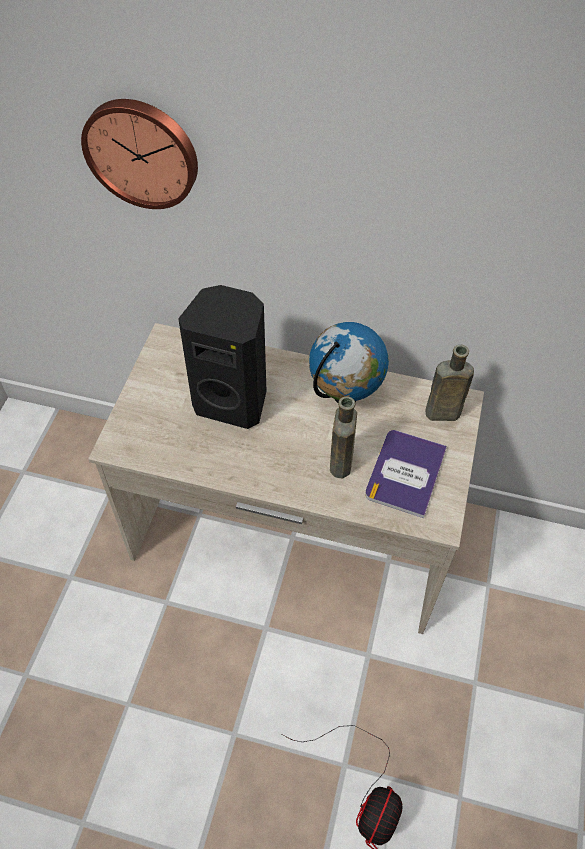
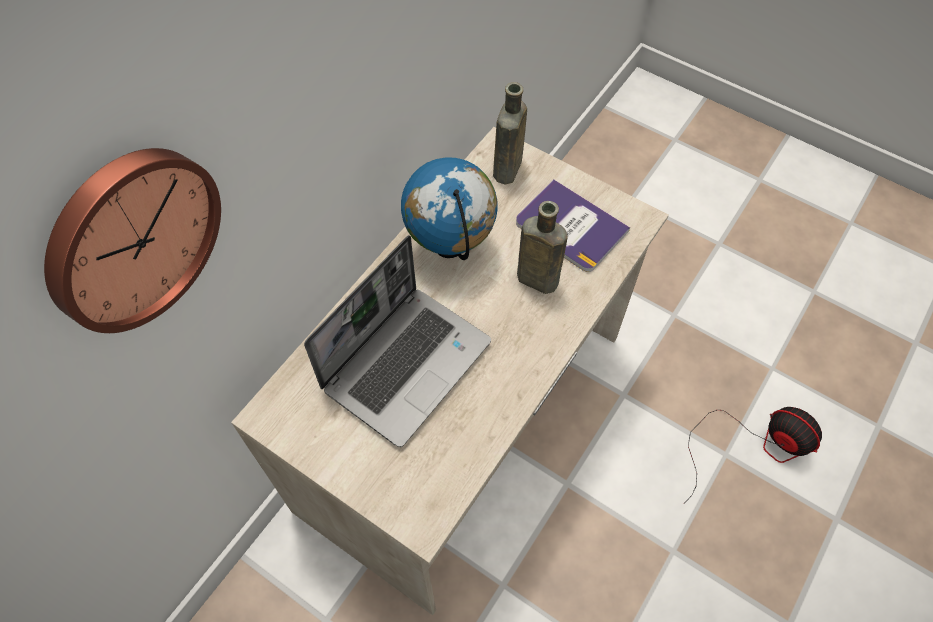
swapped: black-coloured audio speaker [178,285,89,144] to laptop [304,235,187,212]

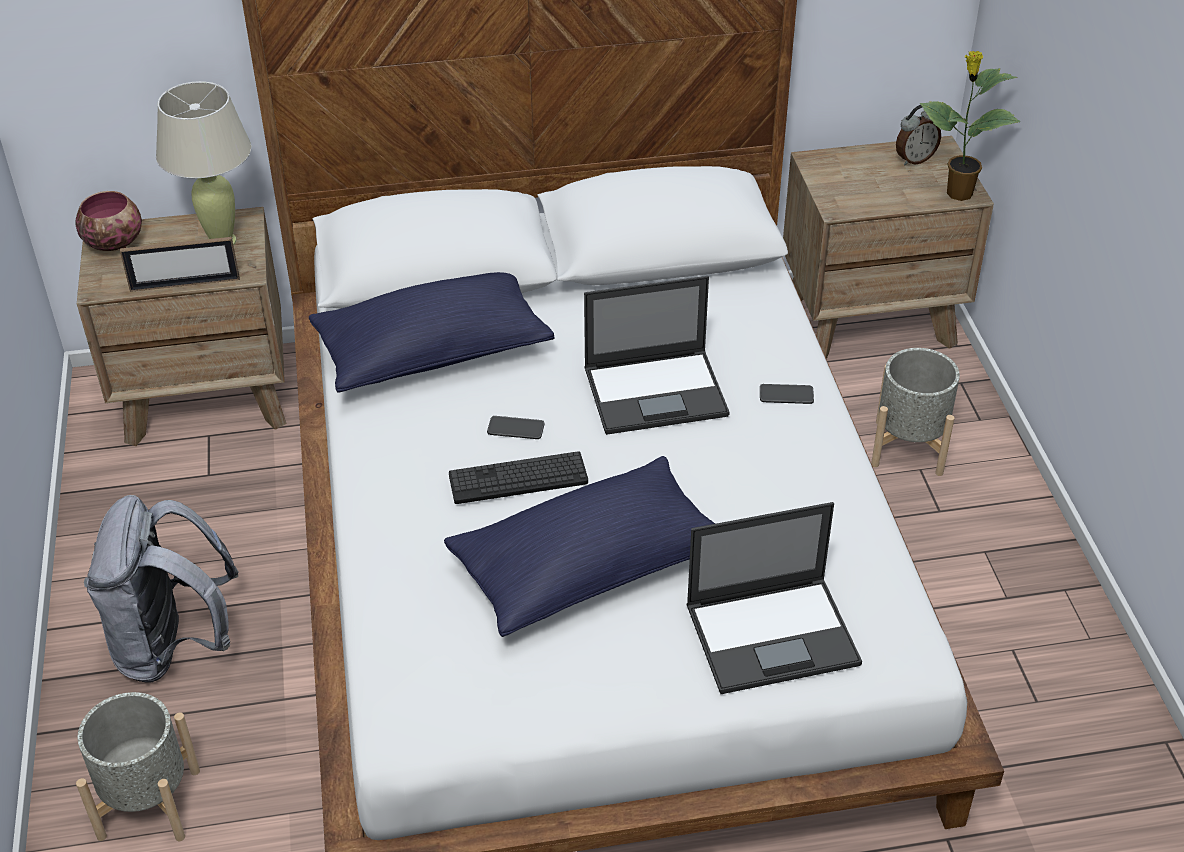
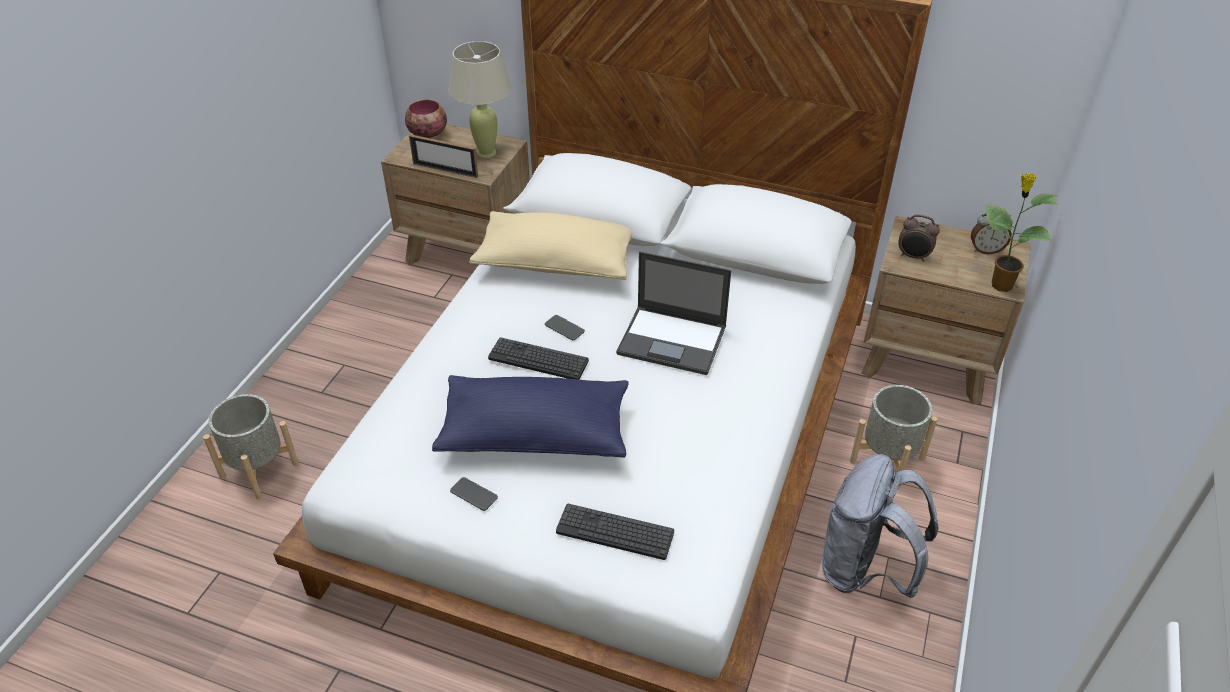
new: alarm clock [898,214,42,48]
shifted: greyish knapsack [84,495,155,188] to [822,454,116,144]; phone [760,384,54,20] to [450,477,48,34]
swapped: laptop [686,502,176,192] to computer keyboard [556,504,118,56]
repainted: blue-coloured pillow [309,272,245,121] to beige-coloured pillow [469,211,163,69]

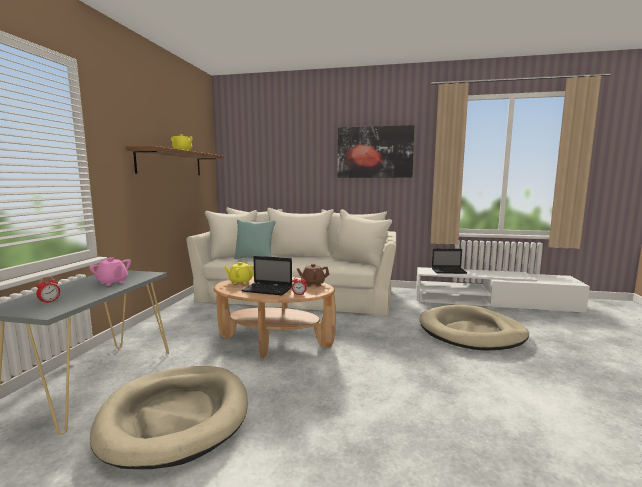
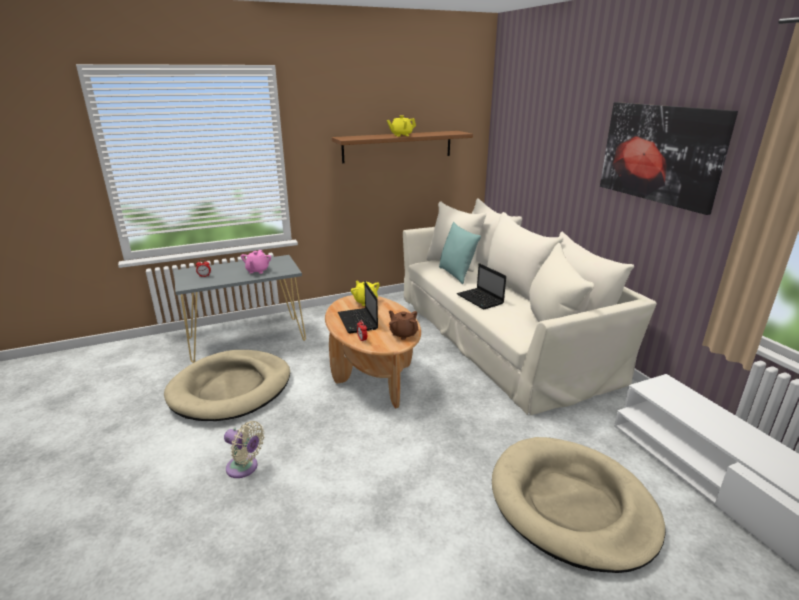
new: beige-coloured electric fan [224,421,40,57]
shifted: laptop [432,248,35,26] to [457,263,49,47]

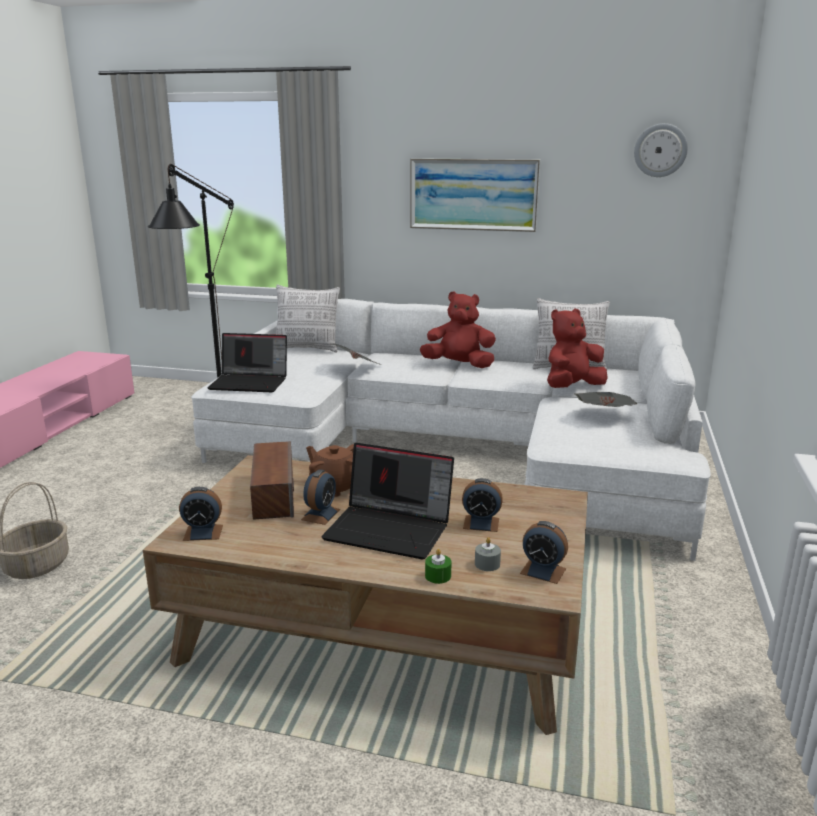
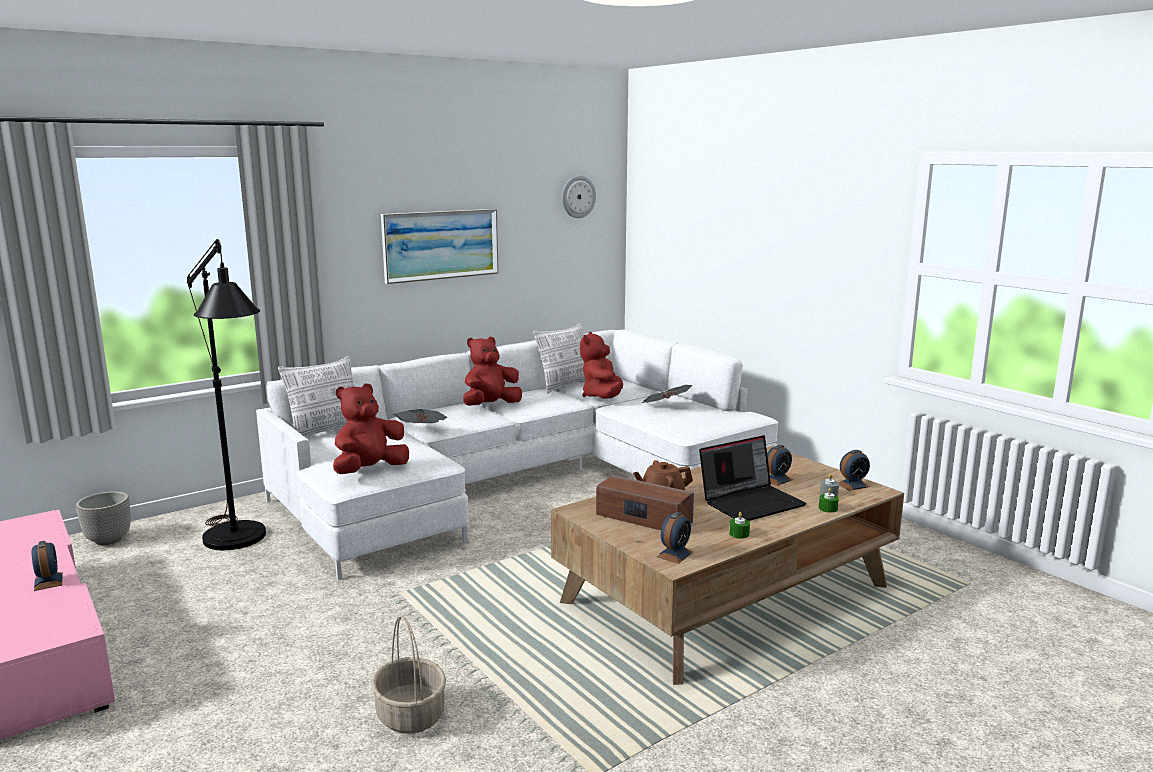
new: planter [76,491,55,54]; green-coloured wax candle [729,512,21,27]
shifted: alarm clock [301,469,39,56] to [32,541,31,50]
swapped: laptop [207,333,80,59] to red plush toy [333,384,76,90]

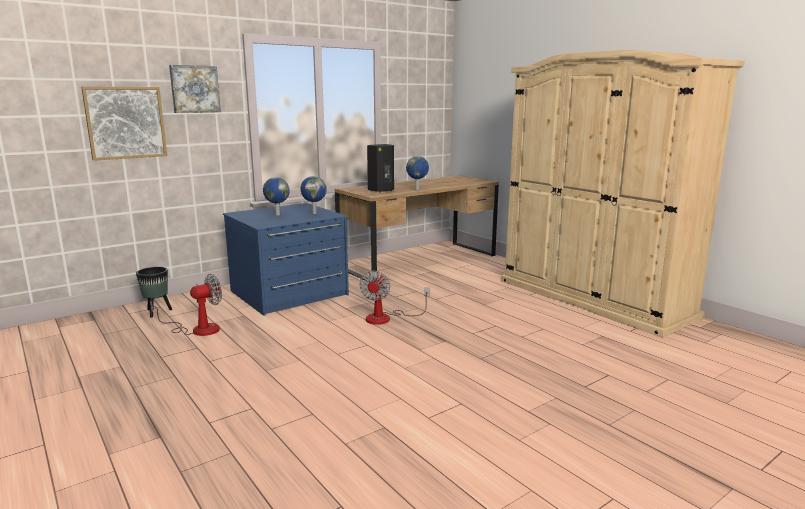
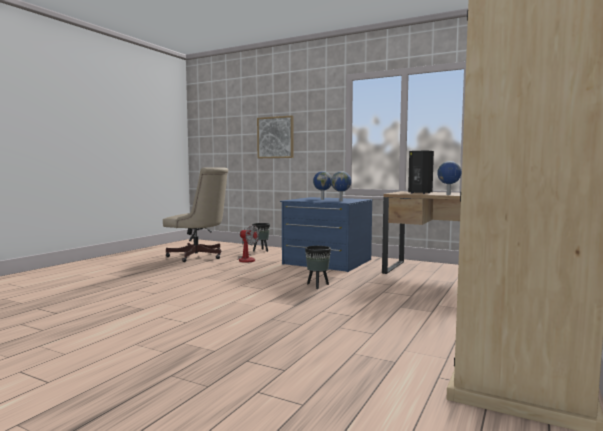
gone: picture [169,65,52,48]
new: beige-coloured office chair [163,167,65,95]
swapped: electric fan [359,271,71,54] to black-coloured planter [305,246,26,43]

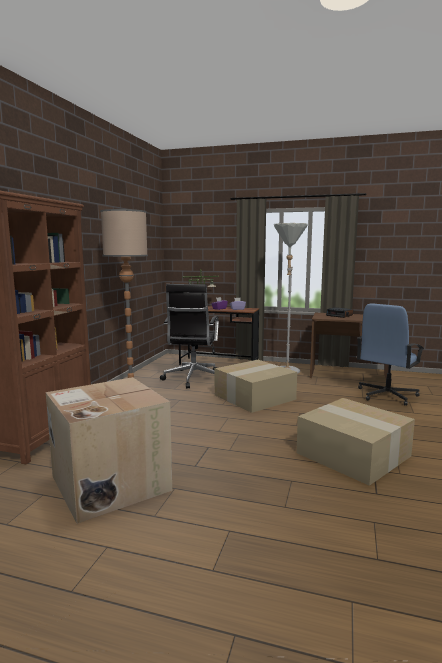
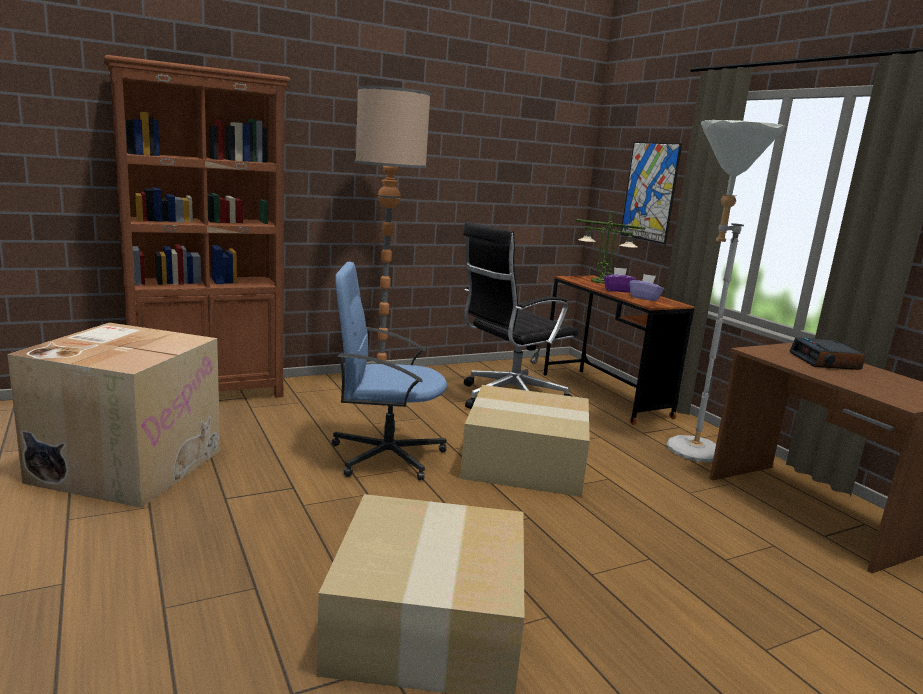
new: picture [621,142,61,102]
shifted: blue-coloured office chair [357,303,67,103] to [331,262,116,219]

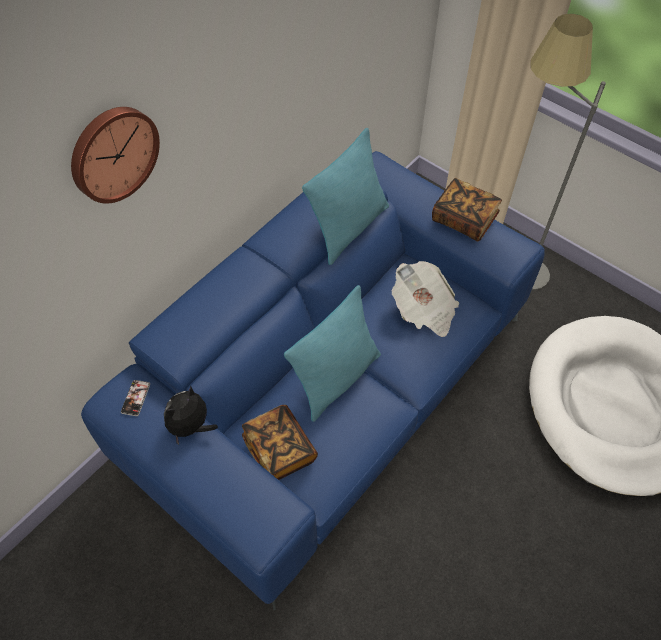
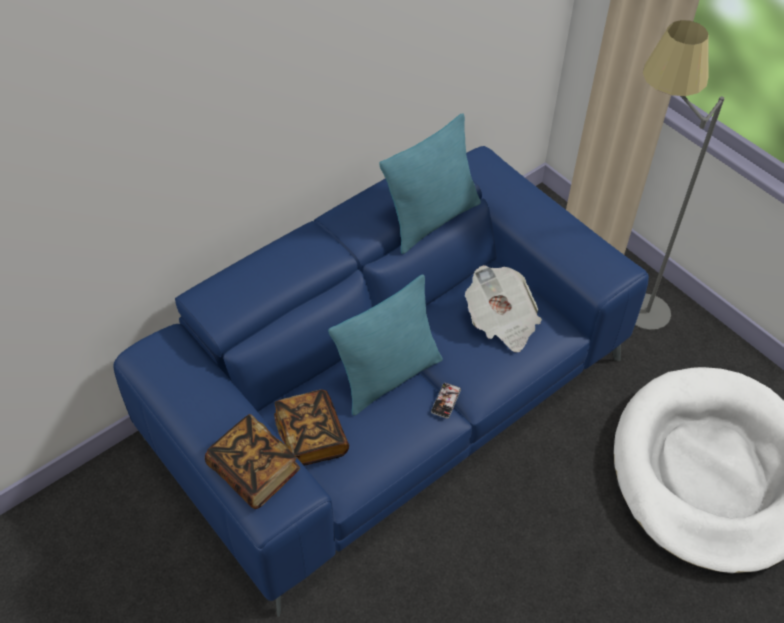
gone: hanging clock [71,107,89,97]; plush toy [164,386,54,59]
shifted: phone [121,380,29,36] to [431,383,30,36]; bound book [432,178,70,64] to [205,414,95,95]

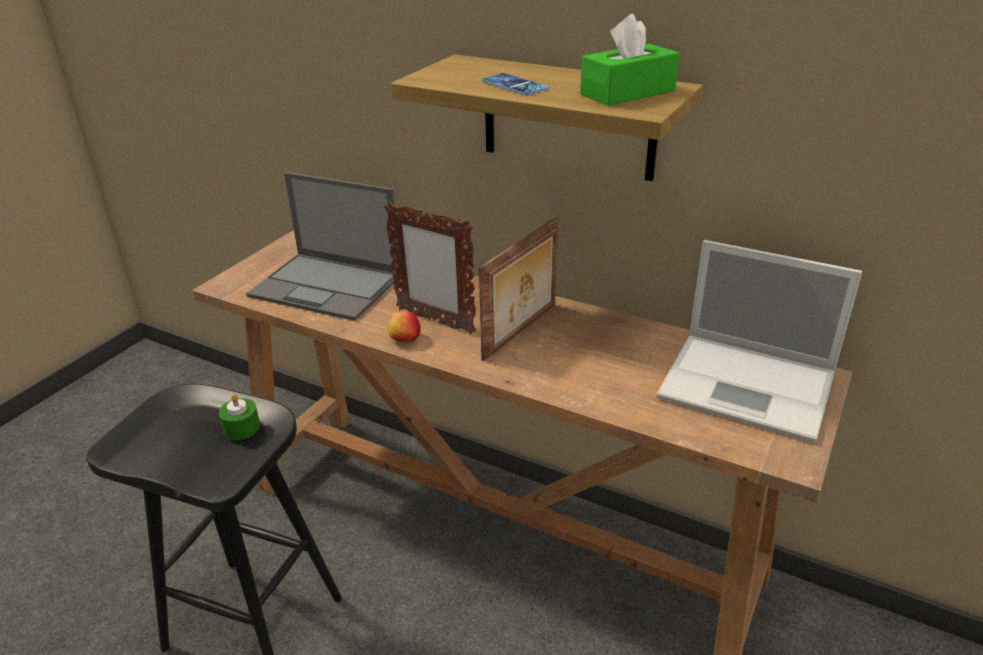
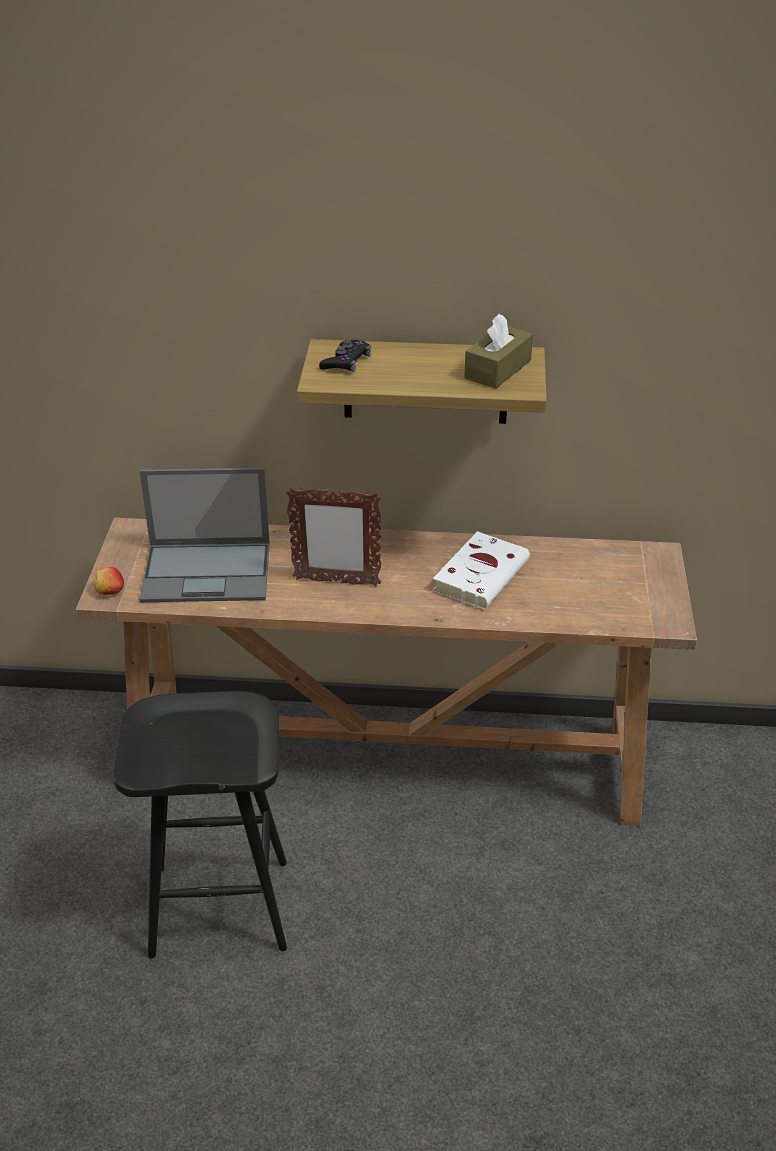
gone: green-coloured wax candle [219,394,41,46]; photo frame [478,217,80,144]; phone [482,73,67,22]; laptop [657,240,205,203]
new: black-coloured game controller [319,340,52,32]; whitish bound book [433,531,97,79]
shifted: apple [388,311,33,31] to [93,567,31,28]
repainted: green-coloured tissue box [580,14,99,92] to brownish tissue box [464,313,69,76]

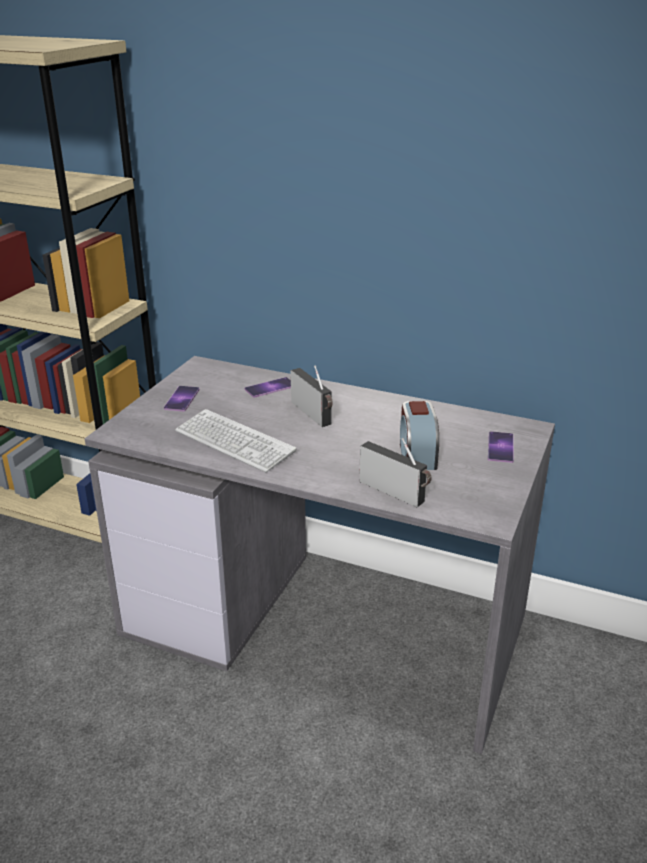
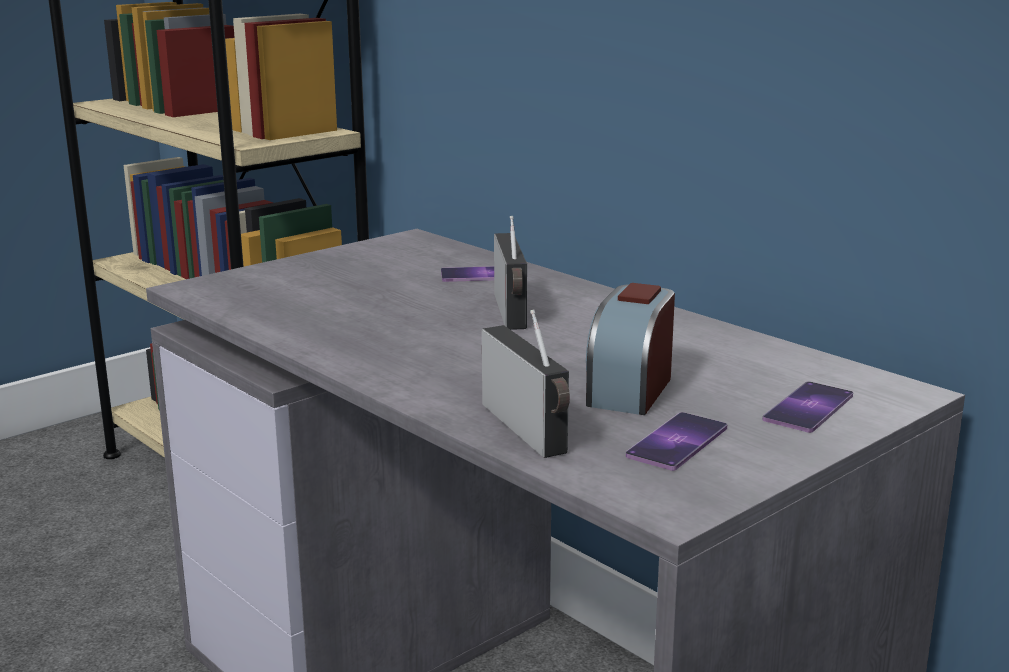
gone: computer keyboard [175,409,122,63]
shifted: phone [164,386,36,25] to [626,412,101,59]

